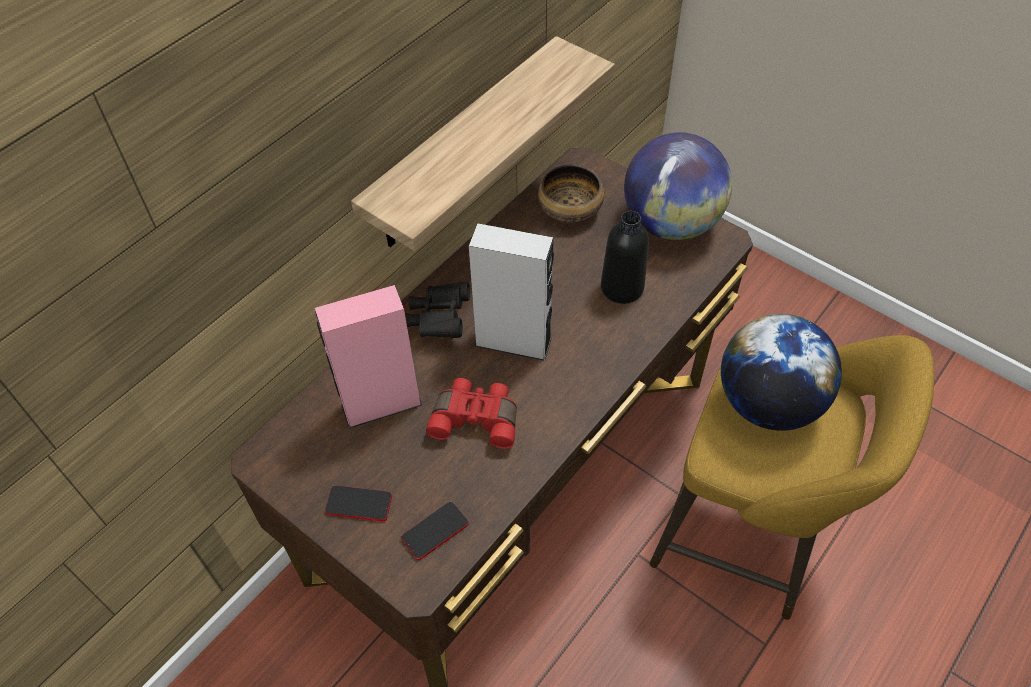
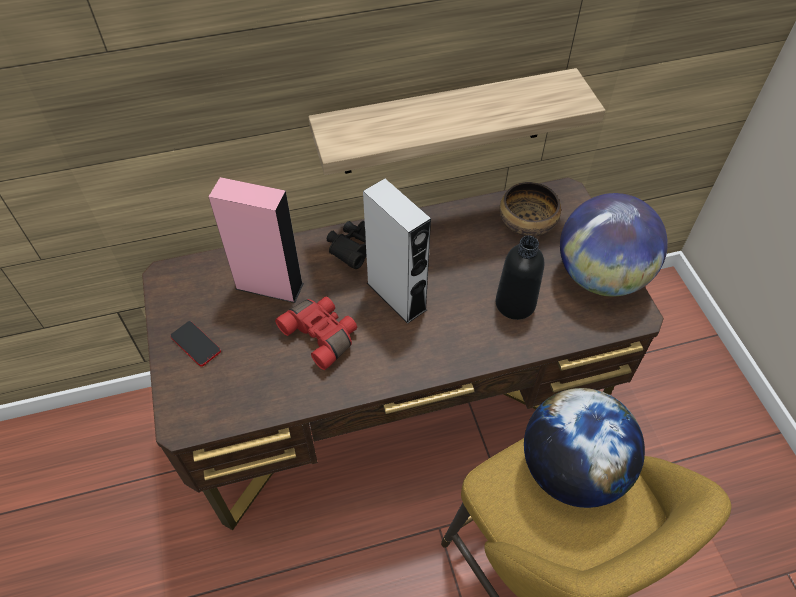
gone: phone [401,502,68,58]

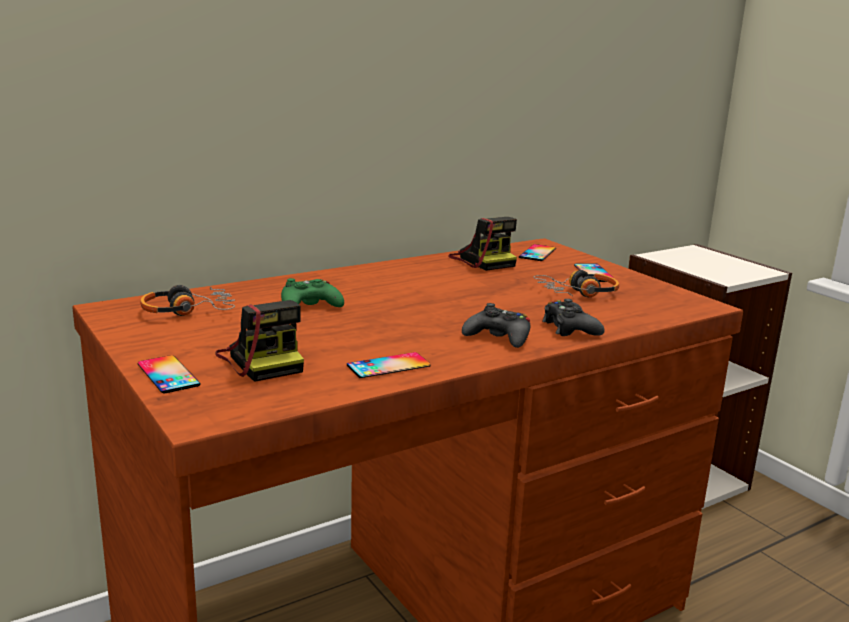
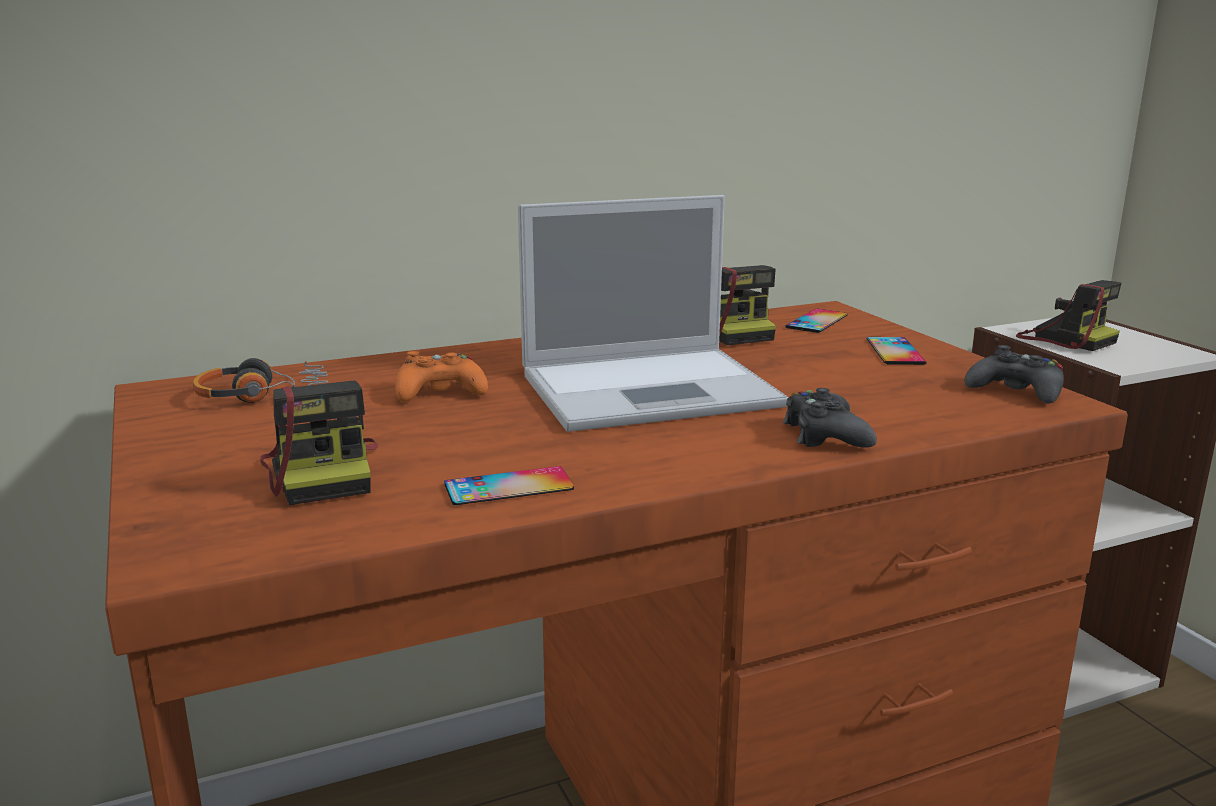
gone: phone [138,355,63,39]; headphones [534,270,85,27]
new: laptop [518,195,270,237]; photo camera [1016,280,105,71]
shifted: black-coloured game controller [462,303,68,45] to [965,345,99,59]
repainted: green-coloured game controller [281,278,63,29] to orange-coloured game controller [395,351,93,51]

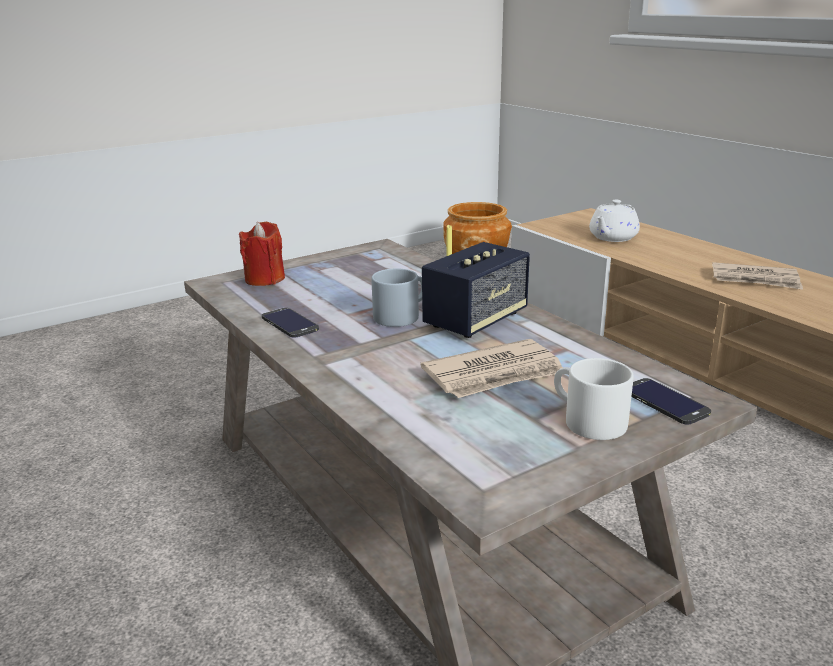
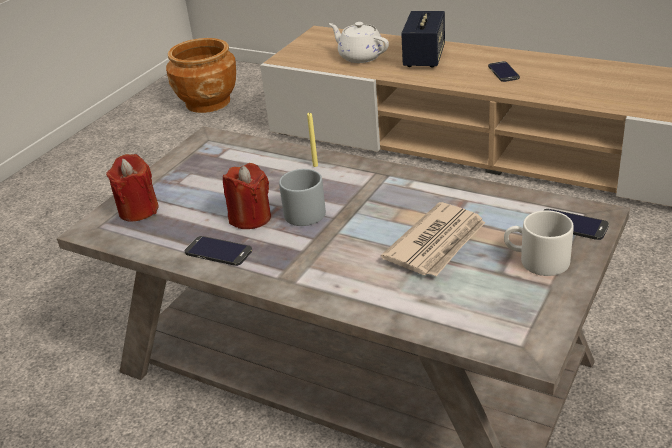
new: red wax candle [223,163,48,66]
shifted: audio speaker [422,242,108,96] to [401,11,44,57]
swapped: daily paper [712,262,91,28] to phone [488,61,32,21]
rotated: whitish pot for tea [589,200,51,42] = [329,22,60,41] 120 degrees clockwise

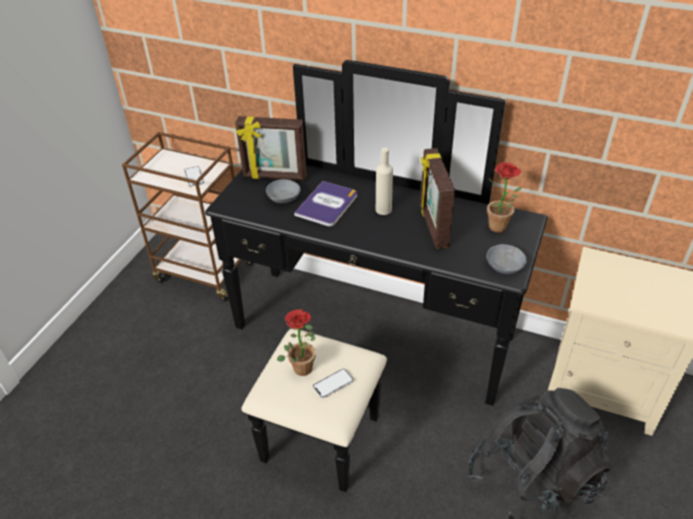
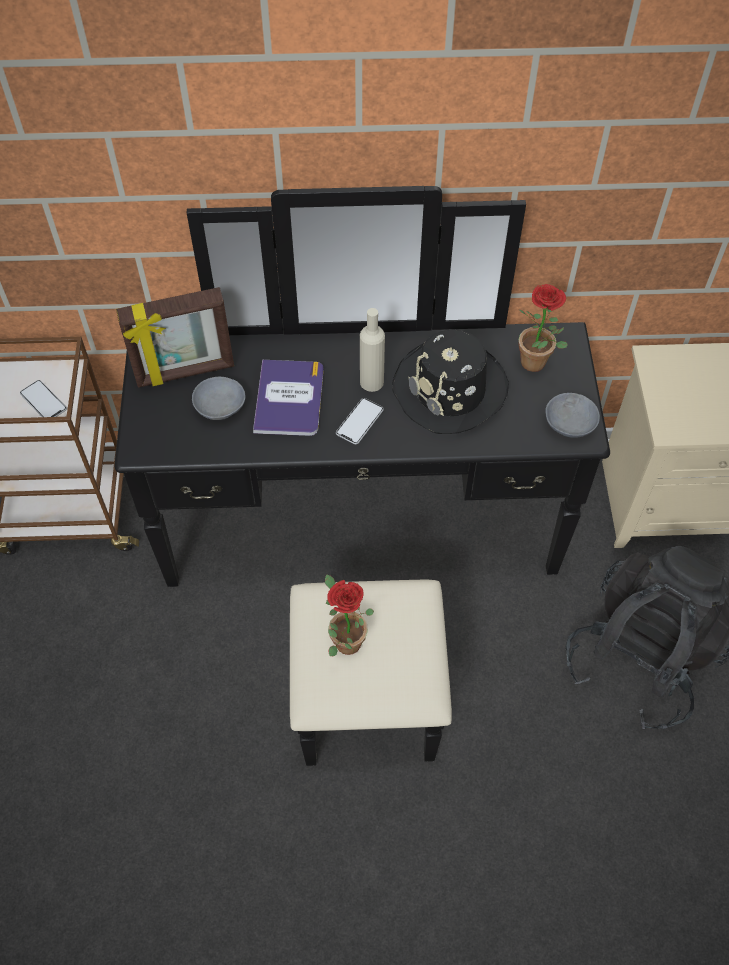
shifted: phone [313,368,41,30] to [336,398,48,46]
swapped: photo frame [420,148,35,101] to black-coloured hat [392,329,117,105]

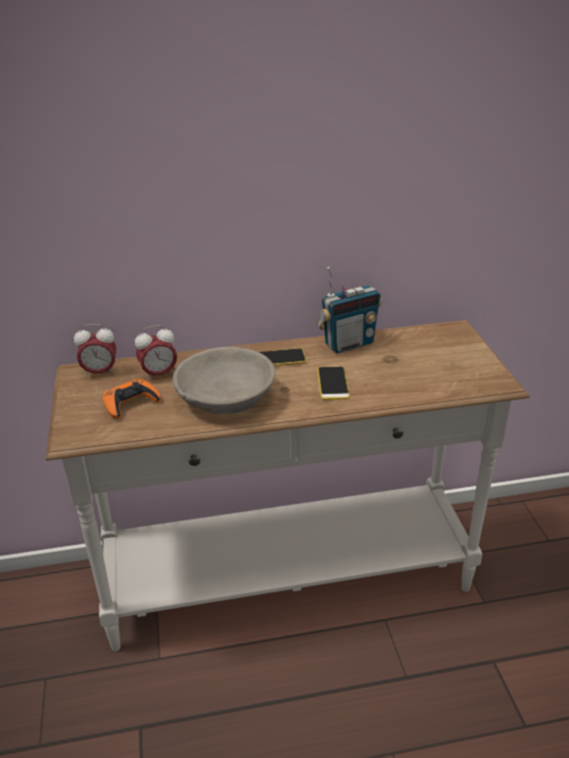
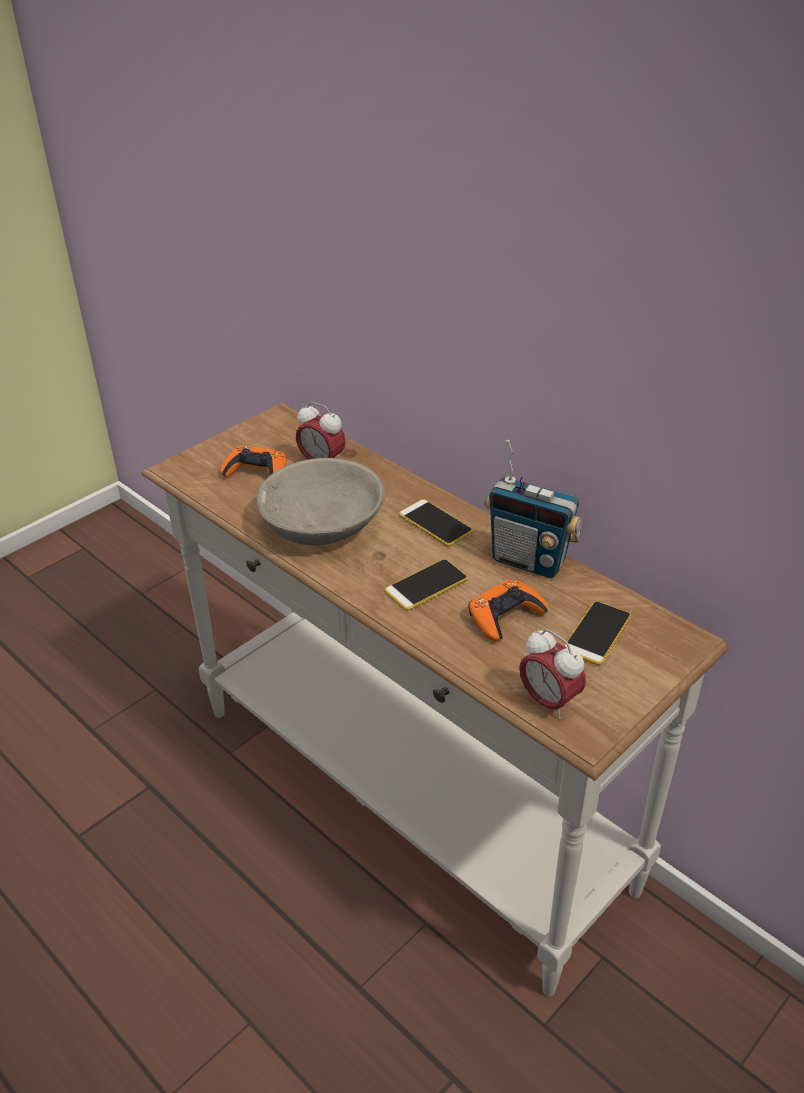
new: orange-coloured game controller [468,580,80,62]; phone [564,601,67,64]
shifted: alarm clock [74,324,42,53] to [519,629,67,91]

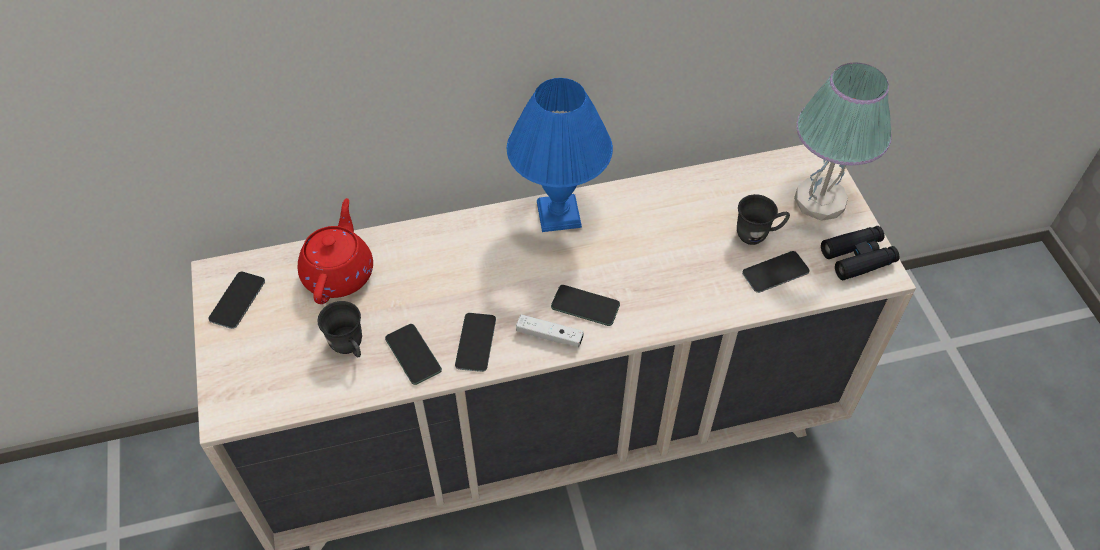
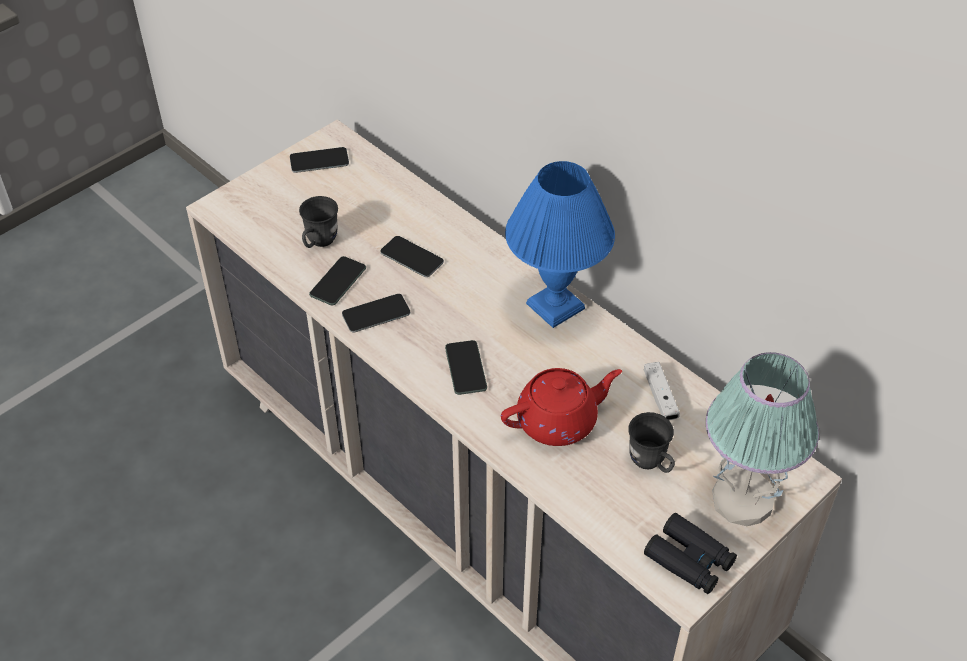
shifted: red pot for tea [298,198,75,106] to [501,368,121,78]; whitish game controller [516,314,67,33] to [644,362,36,58]; phone [742,251,67,42] to [380,236,64,41]

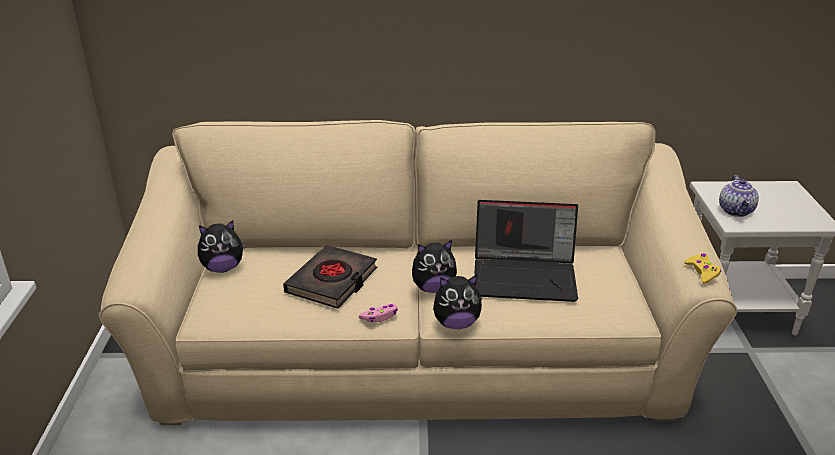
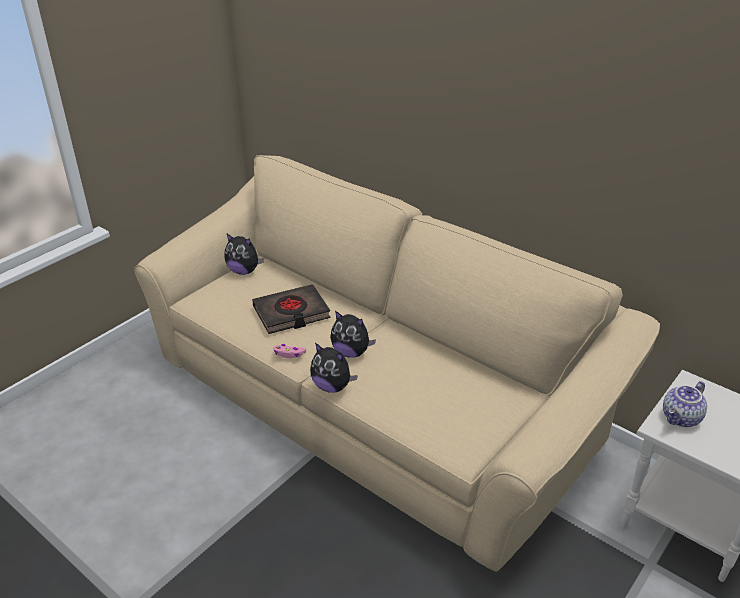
gone: laptop [474,200,104,102]; yellow game controller [684,253,37,30]

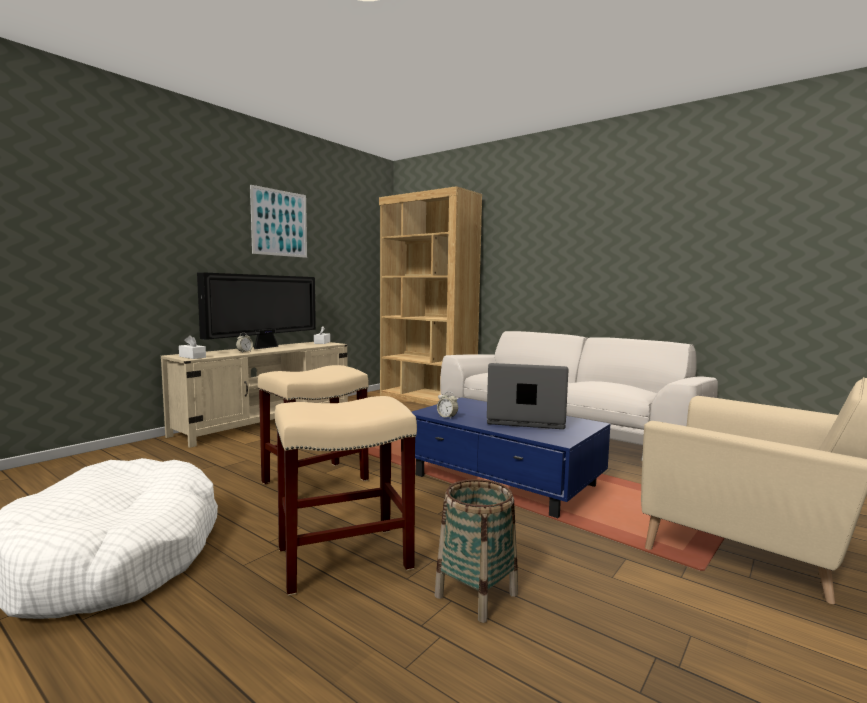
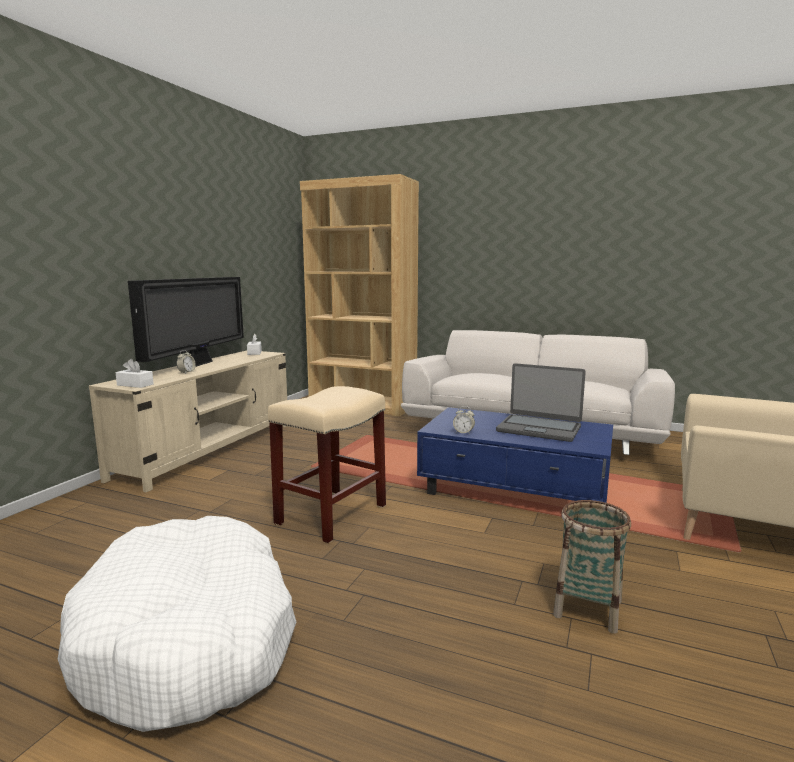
gone: picture [250,185,57,73]; beige-coloured stool seat [275,396,142,200]
rotated: laptop [487,363,82,66] = [496,363,90,79] 150 degrees counterclockwise

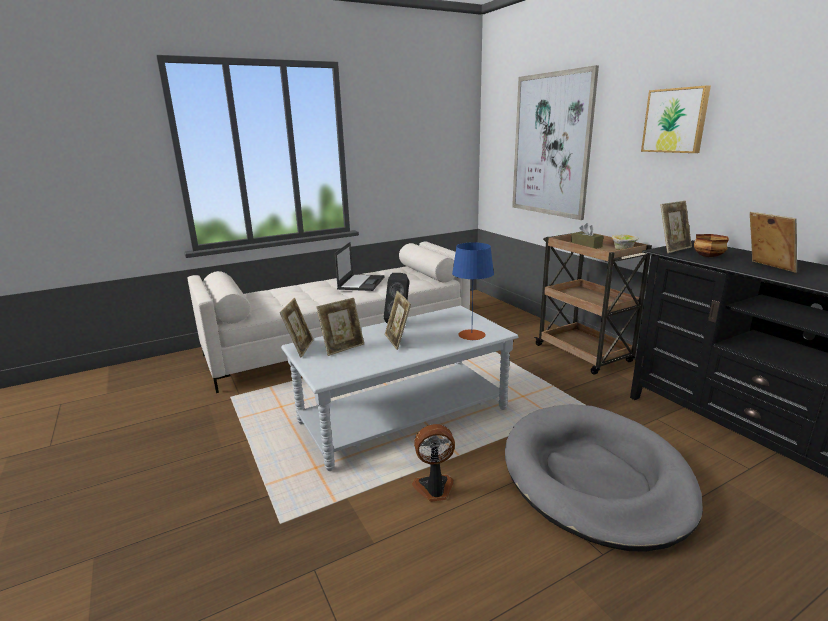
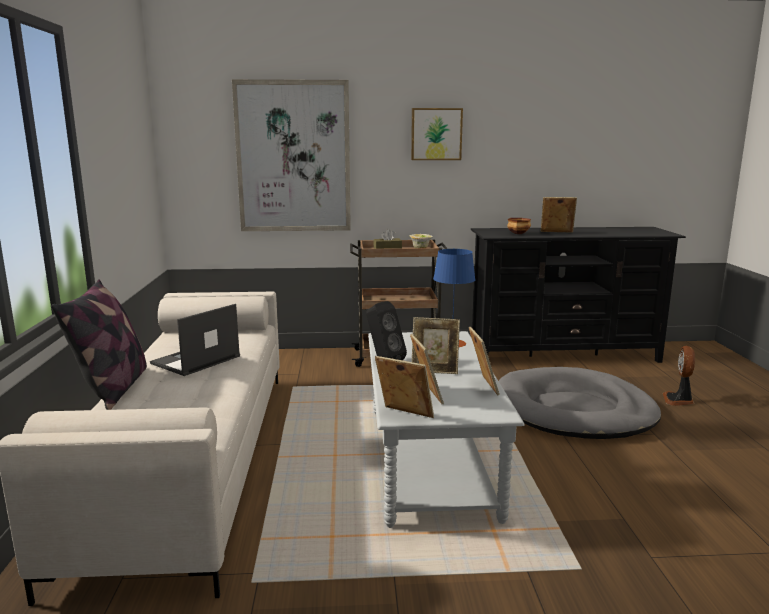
new: pillow [51,279,96,131]
shifted: electric fan [412,424,43,78] to [663,346,32,60]; photo frame [661,201,31,52] to [469,327,31,68]
rotated: laptop [335,242,50,49] = [150,304,90,72] 90 degrees counterclockwise

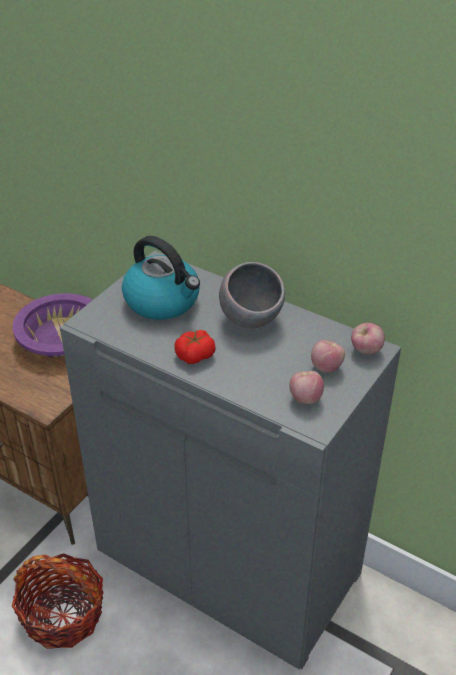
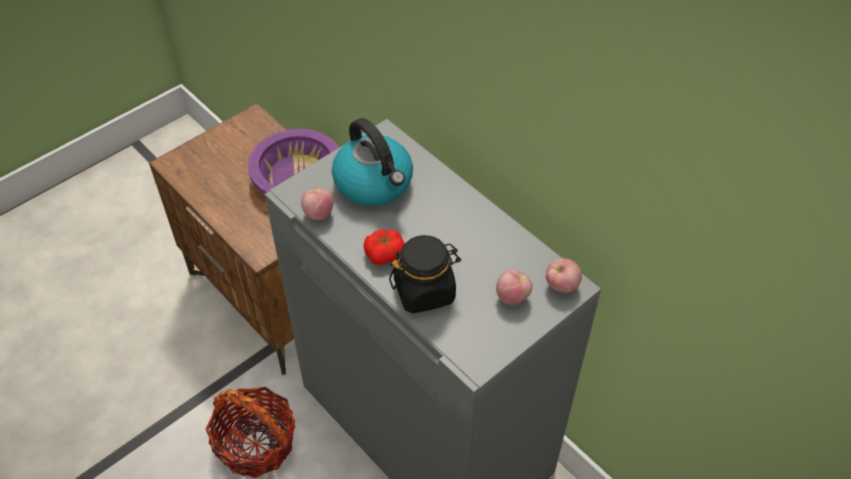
gone: greyish serving bowl [219,262,66,67]
new: black-coloured storage jar [389,235,72,79]
shifted: apple [289,371,35,33] to [301,188,32,32]

